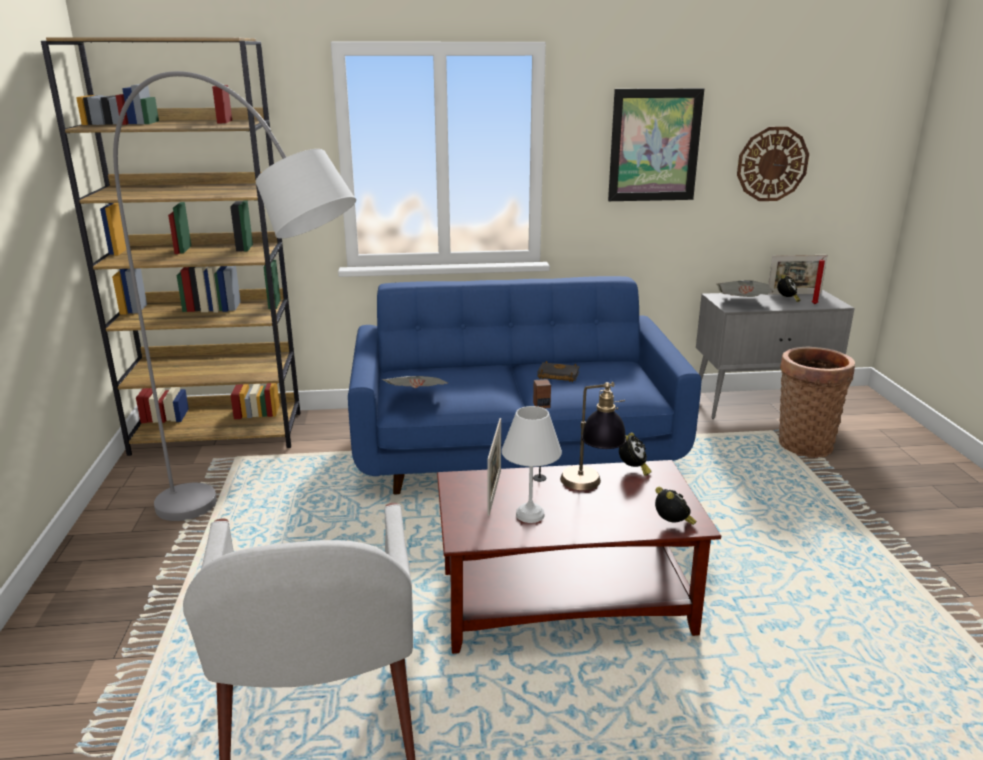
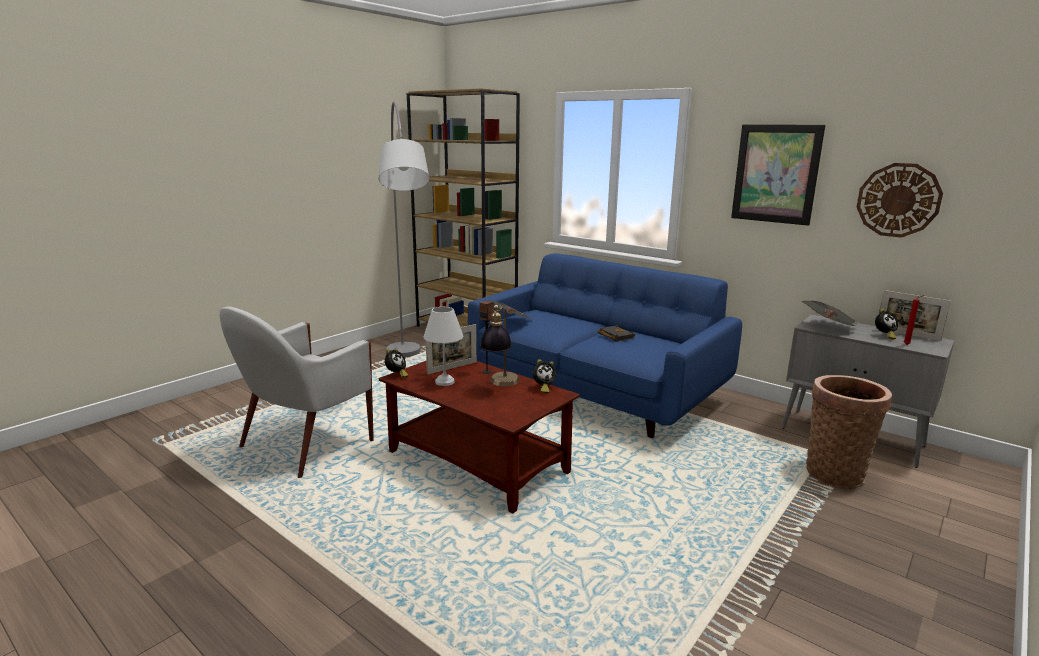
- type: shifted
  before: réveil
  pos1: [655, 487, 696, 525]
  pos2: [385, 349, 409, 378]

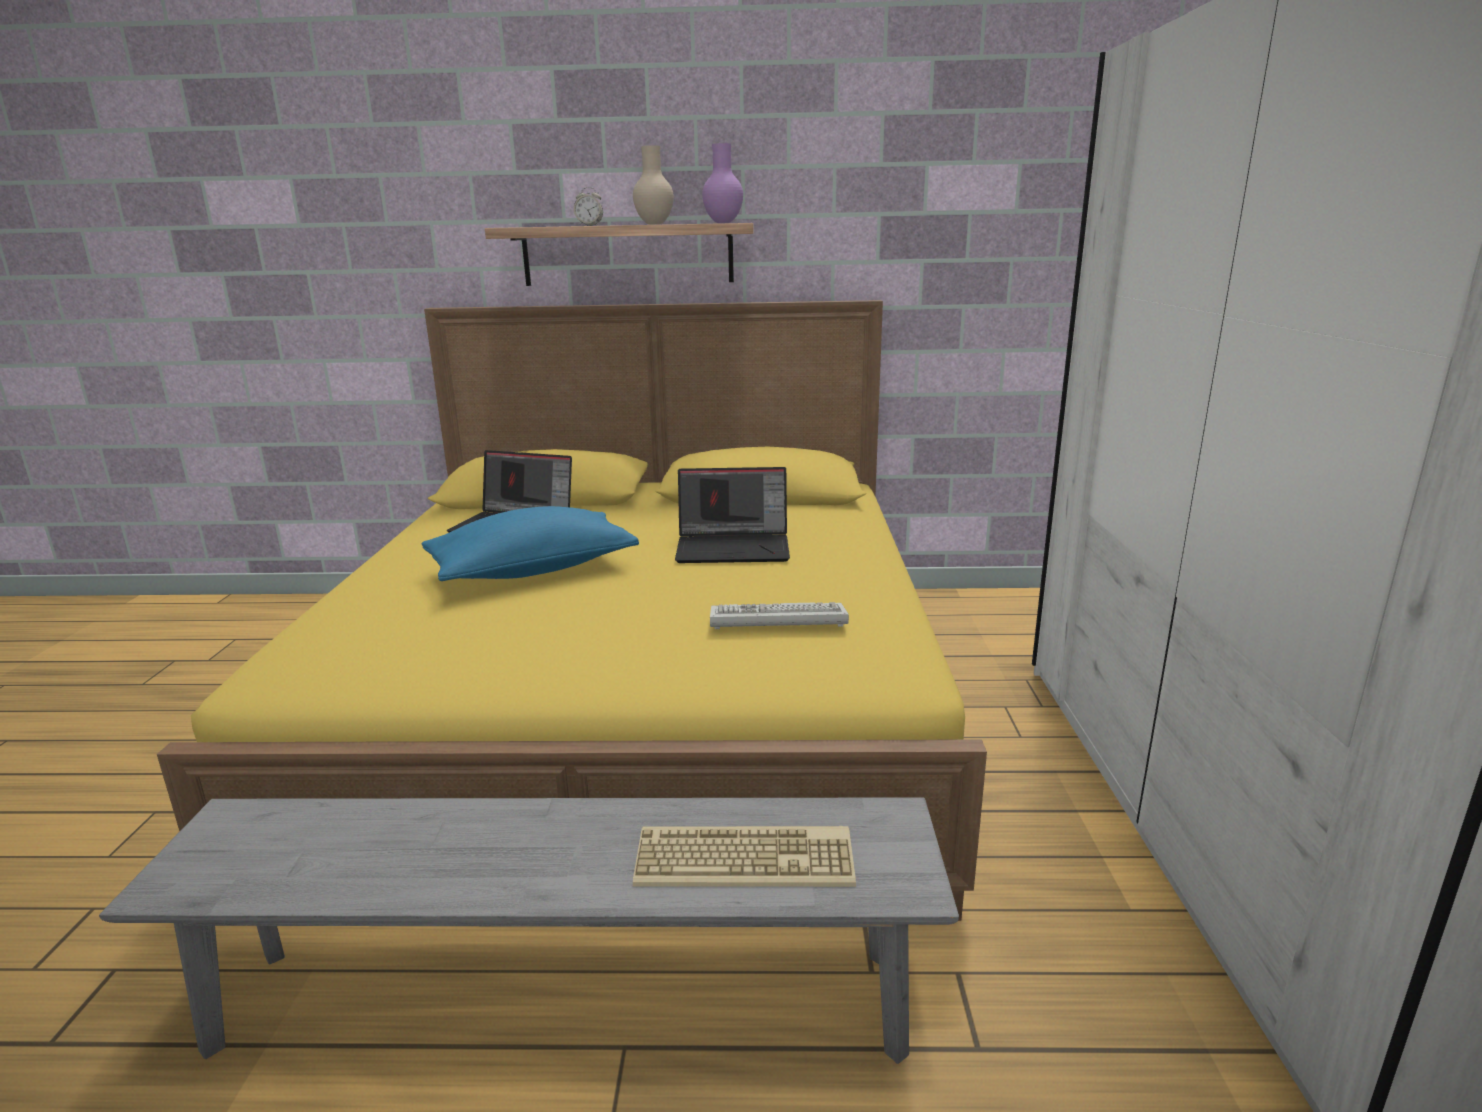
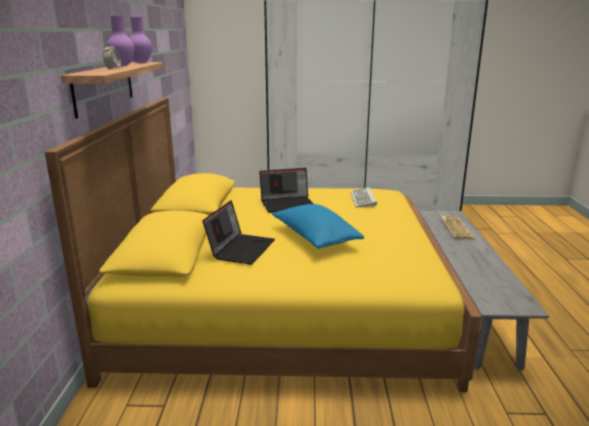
- type: repainted
  before: vase (beige)
  after: vase (violet)
  pos1: [633, 145, 674, 225]
  pos2: [107, 16, 135, 66]
- type: rotated
  before: ordinateur portable
  pos1: [675, 467, 790, 563]
  pos2: [259, 168, 313, 213]
  turn: 75

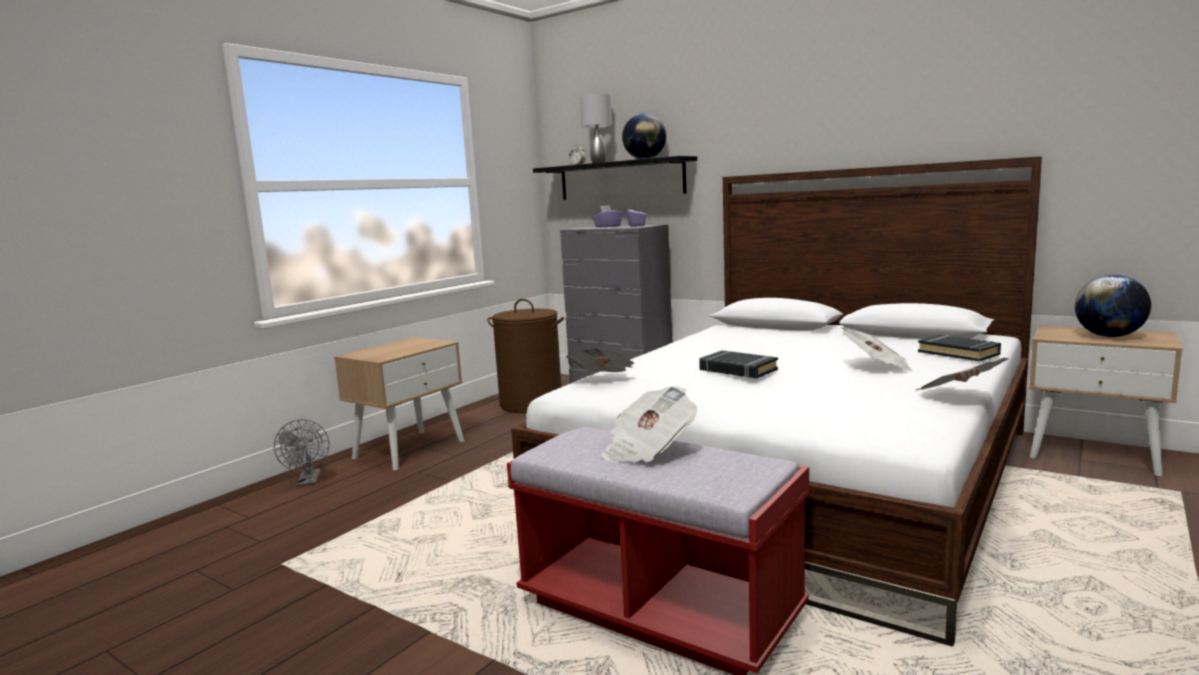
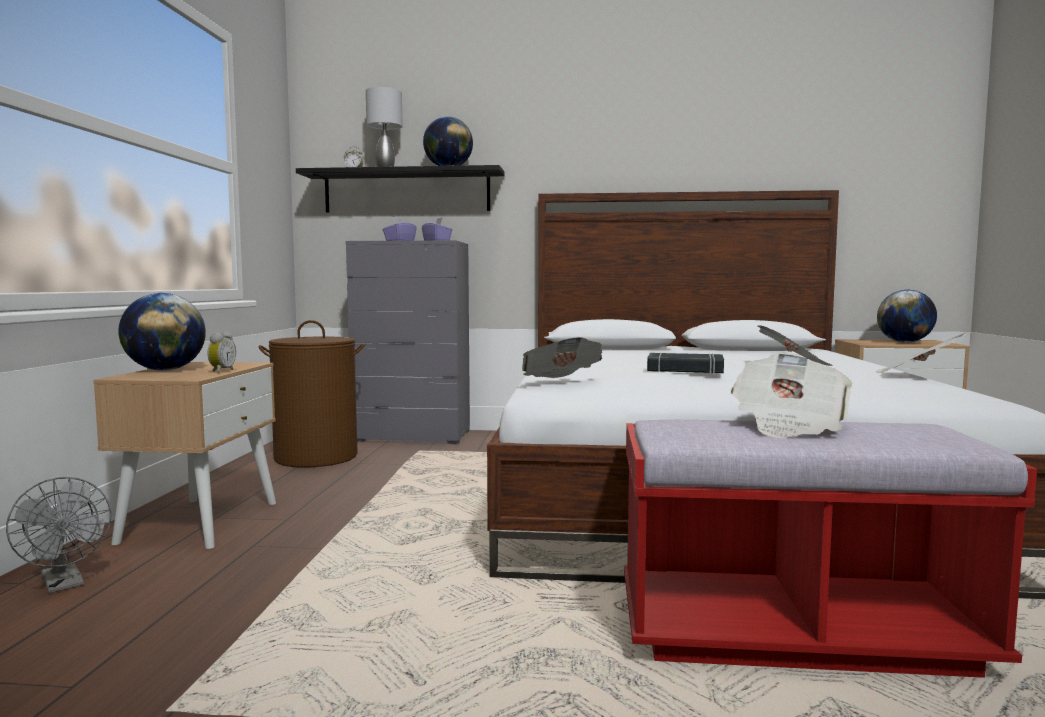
- type: gone
  before: livre (noir)
  pos1: [918, 335, 1001, 362]
- type: new
  after: globe
  pos2: [119, 293, 206, 371]
- type: new
  after: réveil
  pos2: [207, 332, 236, 373]

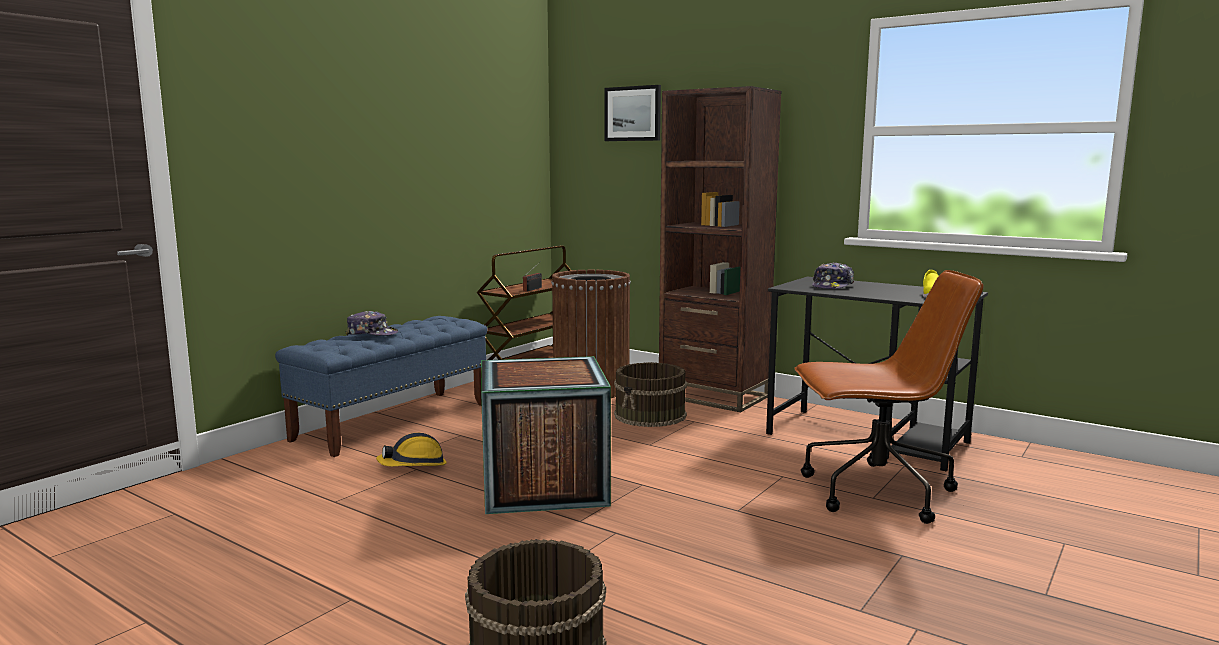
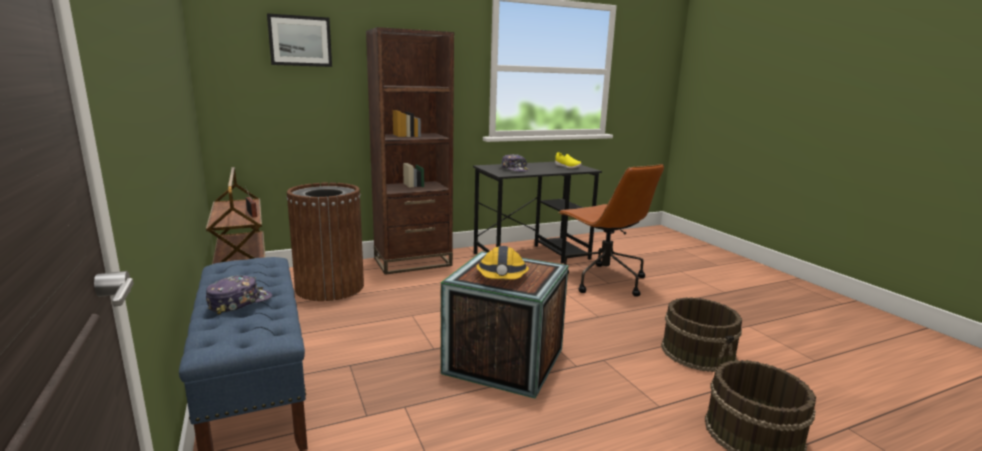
- type: rotated
  before: chaise de bureau (marron)
  pos1: [794, 270, 984, 524]
  pos2: [558, 164, 664, 297]
  turn: 120
- type: shifted
  before: seau (marron)
  pos1: [614, 362, 687, 427]
  pos2: [661, 297, 742, 372]
- type: shifted
  before: casque de chantier
  pos1: [376, 433, 446, 467]
  pos2: [476, 246, 529, 280]

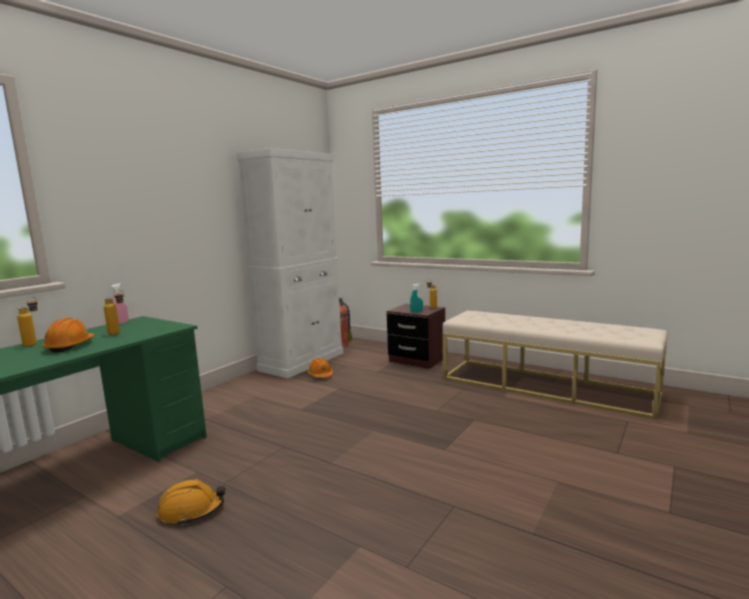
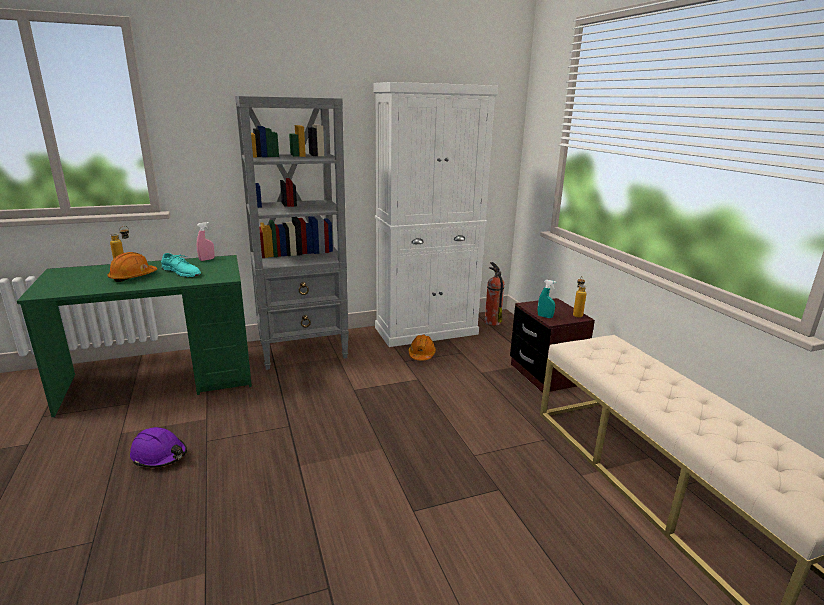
- type: swapped
  before: bouteille
  after: chaussure (turquoise)
  pos1: [104, 289, 124, 335]
  pos2: [161, 253, 201, 277]
- type: repainted
  before: casque de chantier (orange)
  after: casque de chantier (violet)
  pos1: [157, 479, 225, 526]
  pos2: [130, 427, 187, 468]
- type: new
  after: bibliothèque (gris)
  pos2: [235, 96, 349, 370]

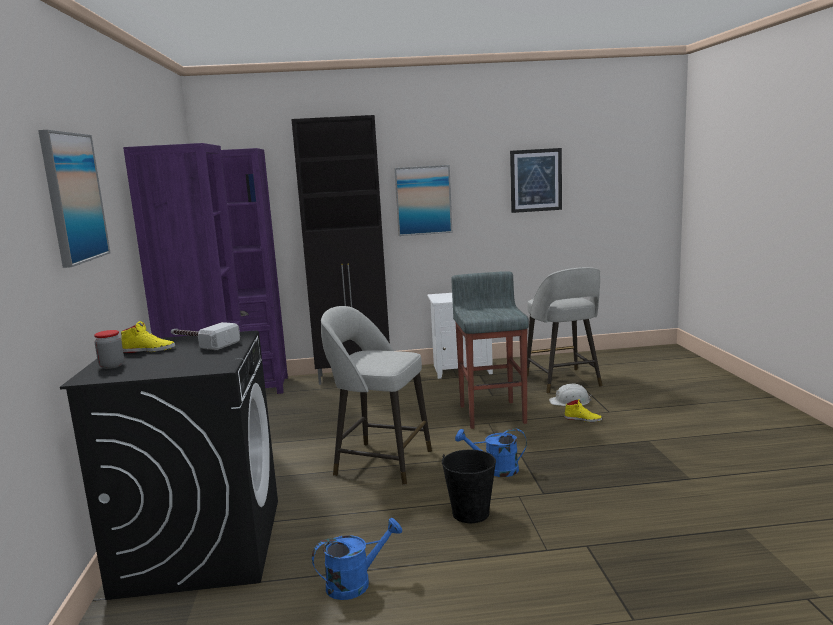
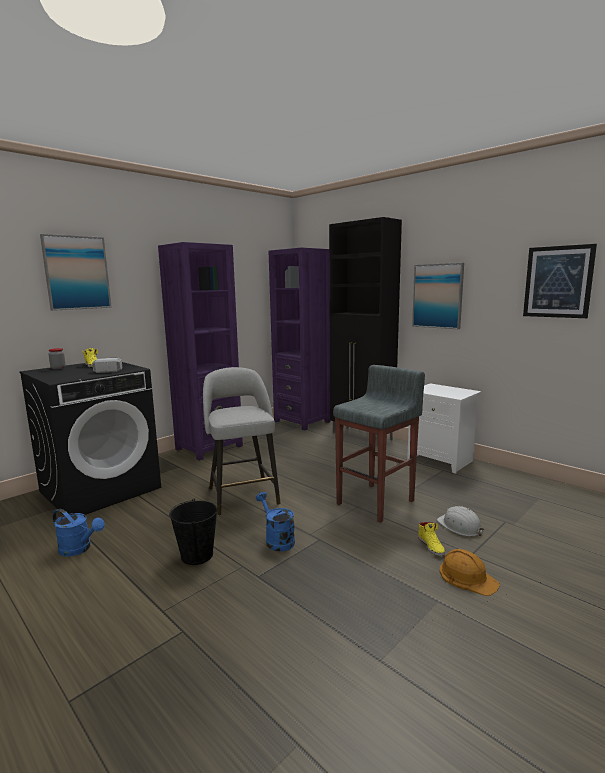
- type: gone
  before: tabouret (gris)
  pos1: [527, 267, 603, 394]
- type: new
  after: casque de chantier (orange)
  pos2: [439, 549, 500, 596]

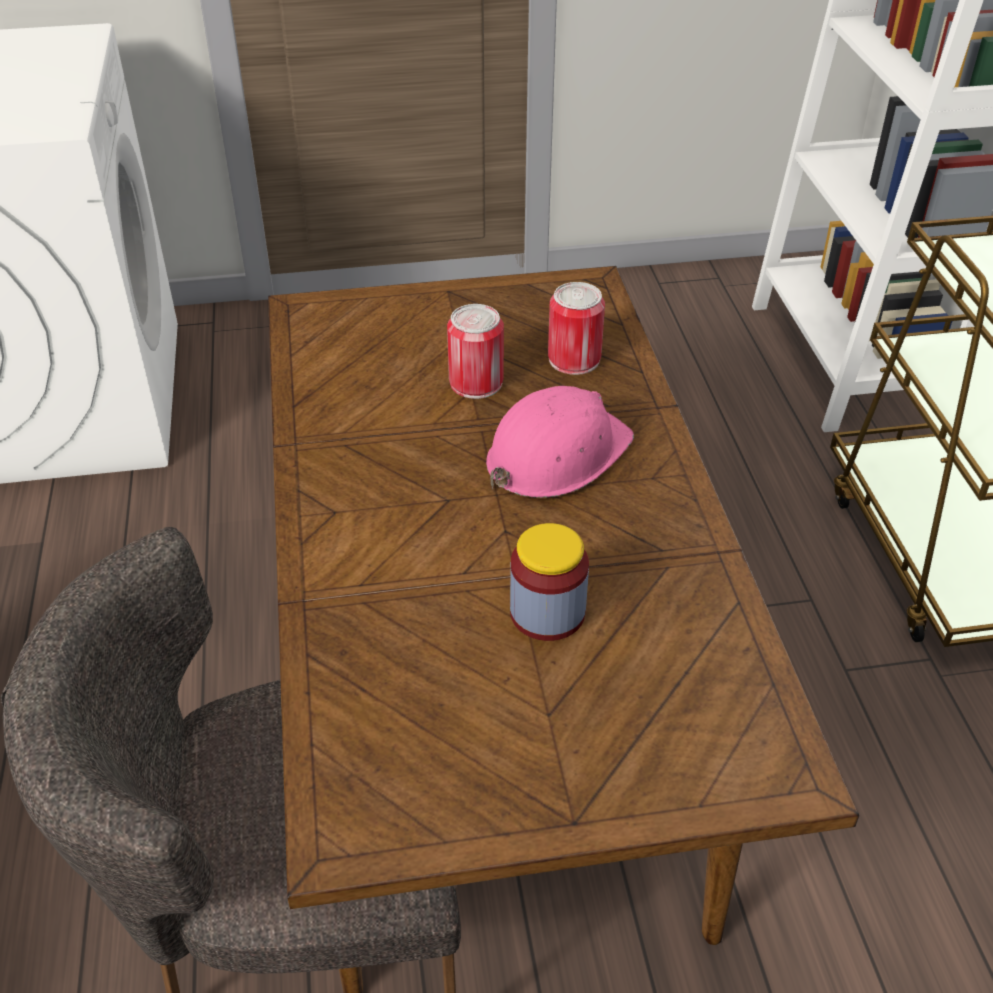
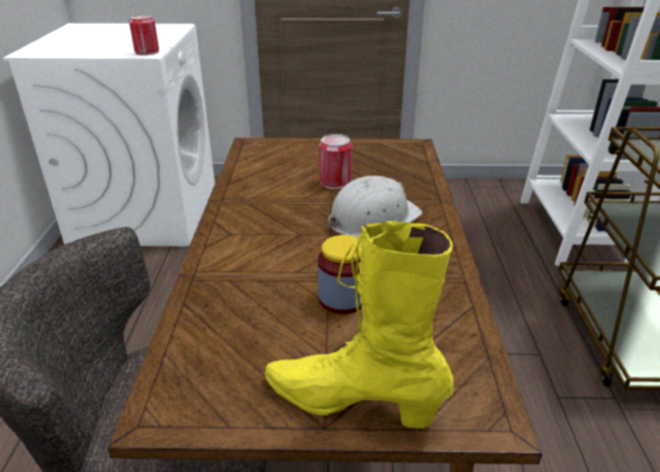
- type: shifted
  before: boîte métallique
  pos1: [548, 282, 605, 375]
  pos2: [129, 14, 159, 56]
- type: repainted
  before: casque de chantier (rose)
  after: casque de chantier (blanc)
  pos1: [486, 386, 634, 498]
  pos2: [327, 176, 422, 237]
- type: new
  after: botte (jaune)
  pos2: [265, 221, 454, 428]

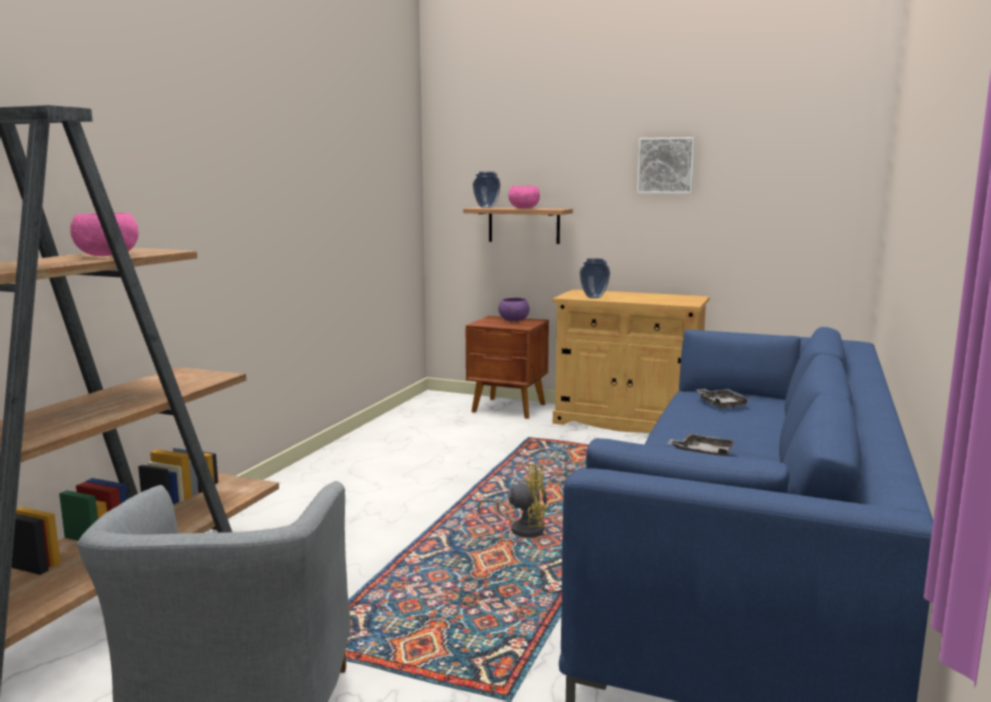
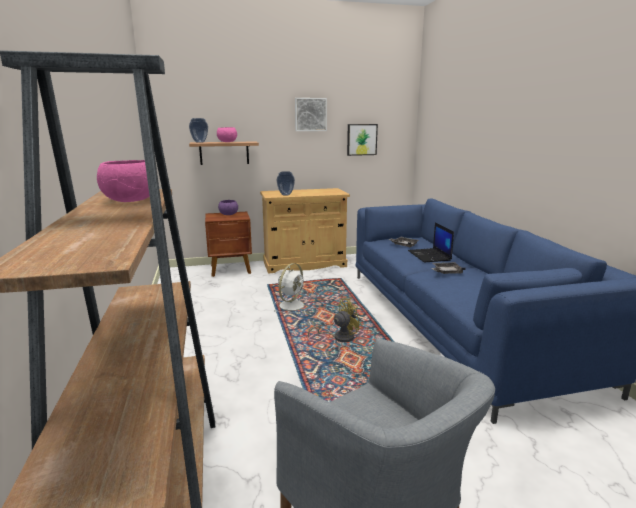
- type: new
  after: tableau
  pos2: [347, 124, 378, 156]
- type: new
  after: ordinateur portable
  pos2: [408, 223, 454, 262]
- type: new
  after: ventilateur (blanc)
  pos2: [273, 263, 307, 313]

